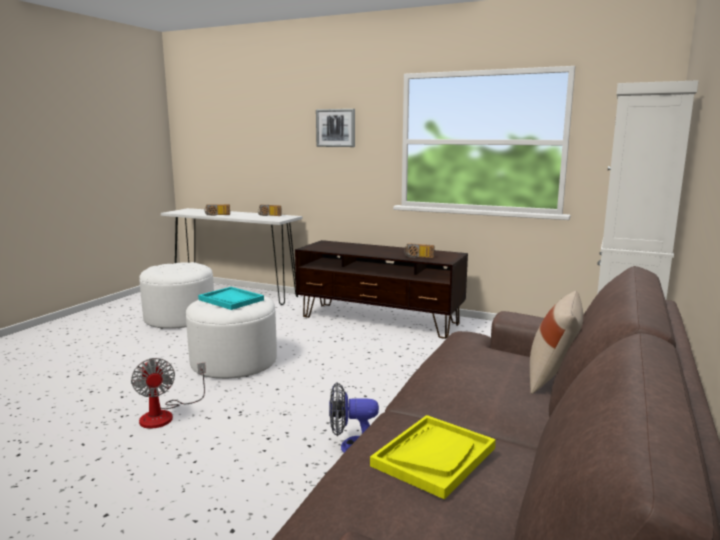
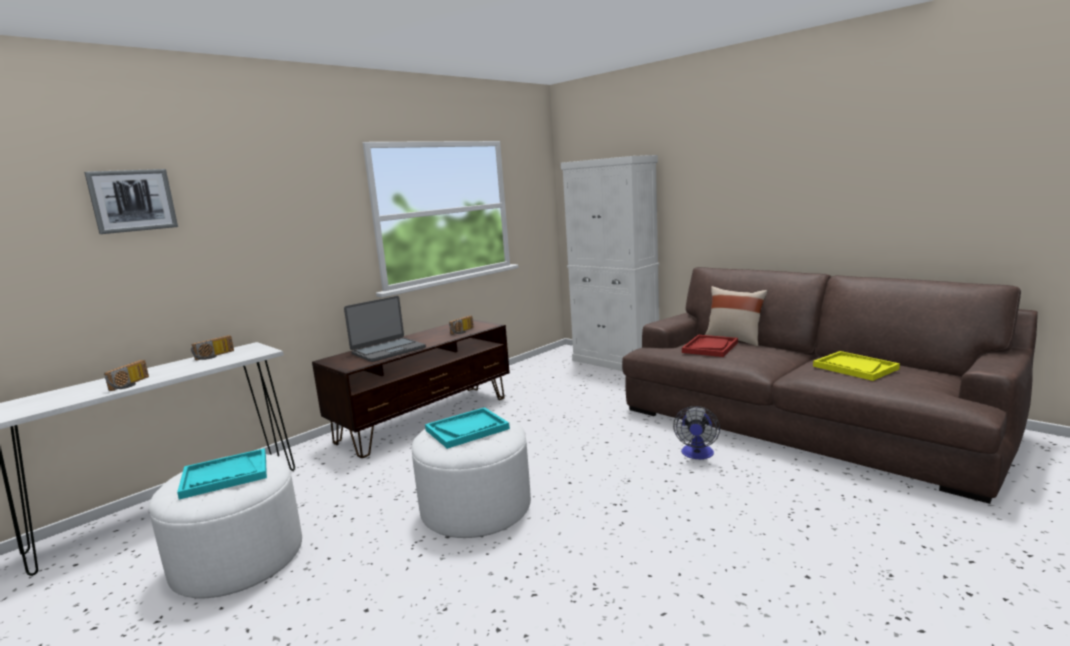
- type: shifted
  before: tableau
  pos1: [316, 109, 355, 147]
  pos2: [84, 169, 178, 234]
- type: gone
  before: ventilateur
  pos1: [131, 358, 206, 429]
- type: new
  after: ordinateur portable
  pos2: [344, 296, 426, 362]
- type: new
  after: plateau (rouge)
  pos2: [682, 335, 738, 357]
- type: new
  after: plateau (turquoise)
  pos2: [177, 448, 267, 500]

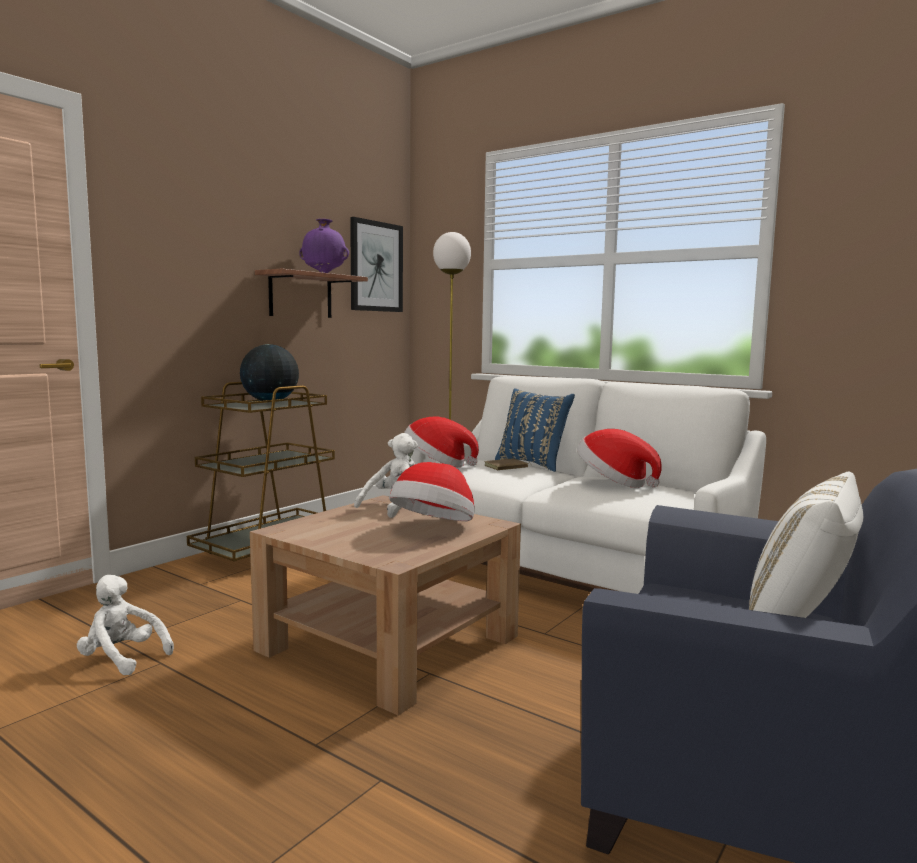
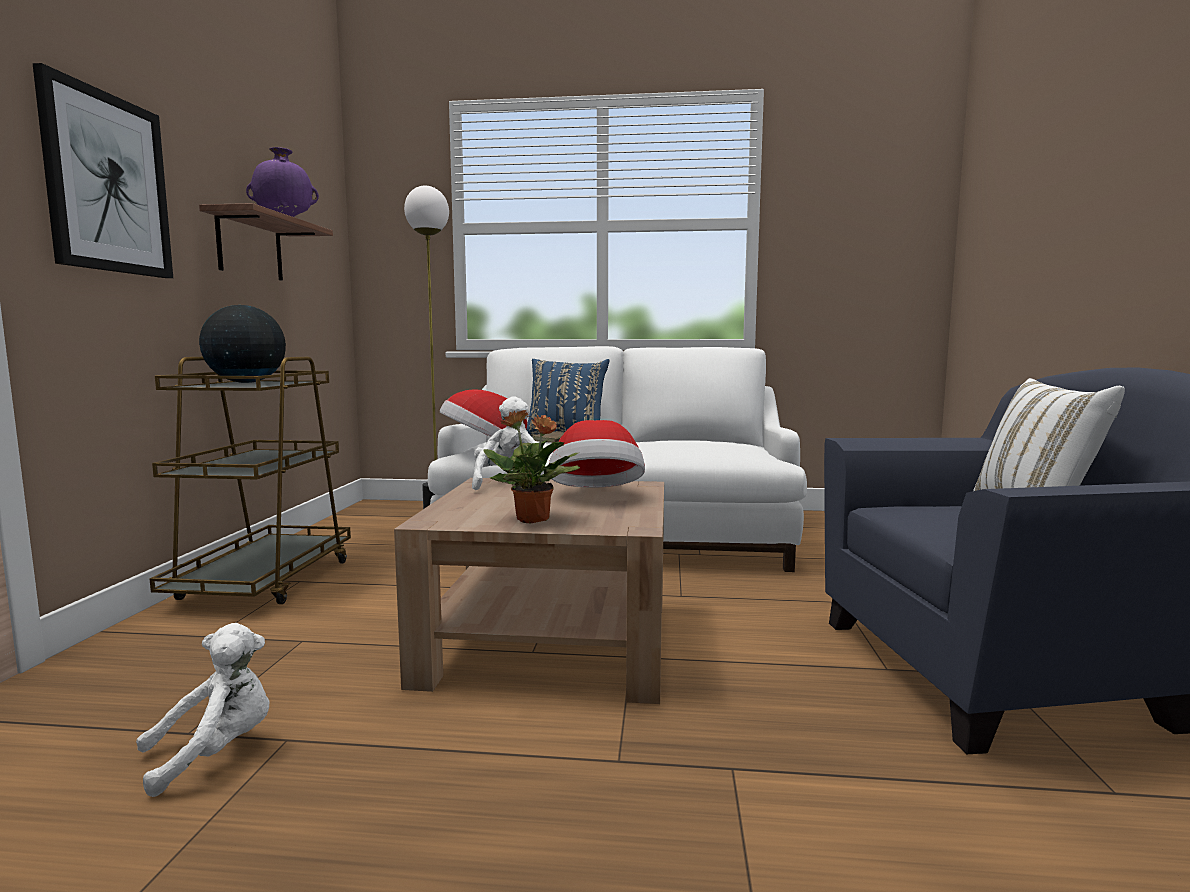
- type: shifted
  before: tableau
  pos1: [350, 217, 403, 312]
  pos2: [32, 63, 173, 278]
- type: gone
  before: chapeau
  pos1: [577, 429, 662, 488]
- type: rotated
  before: peluche (blanc)
  pos1: [77, 575, 174, 675]
  pos2: [136, 623, 270, 797]
  turn: 150
- type: new
  after: plante en pot
  pos2: [483, 410, 580, 523]

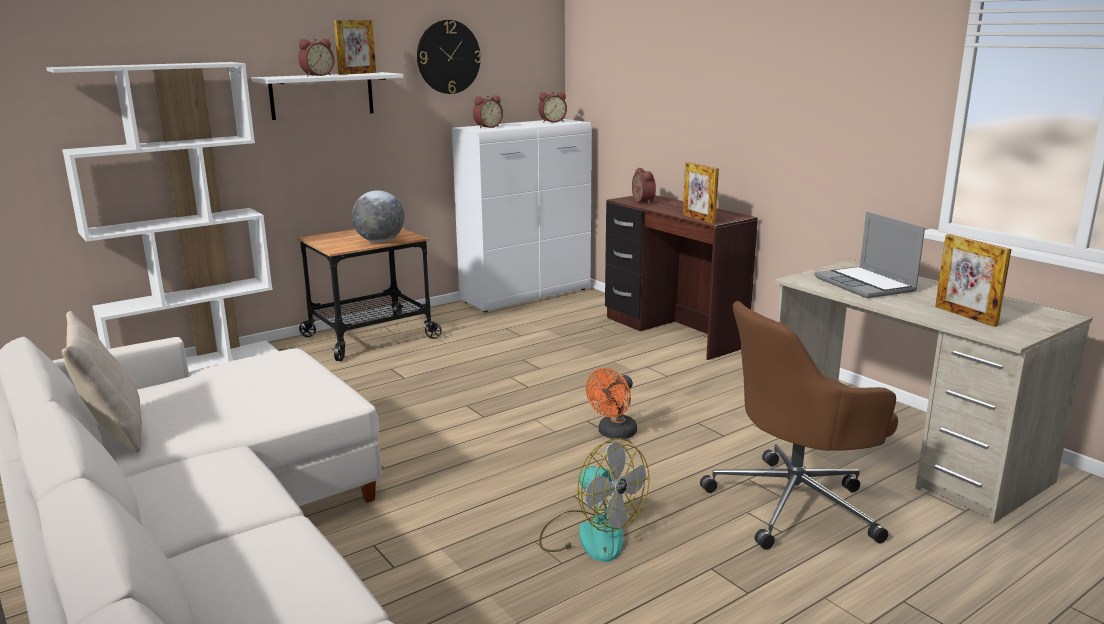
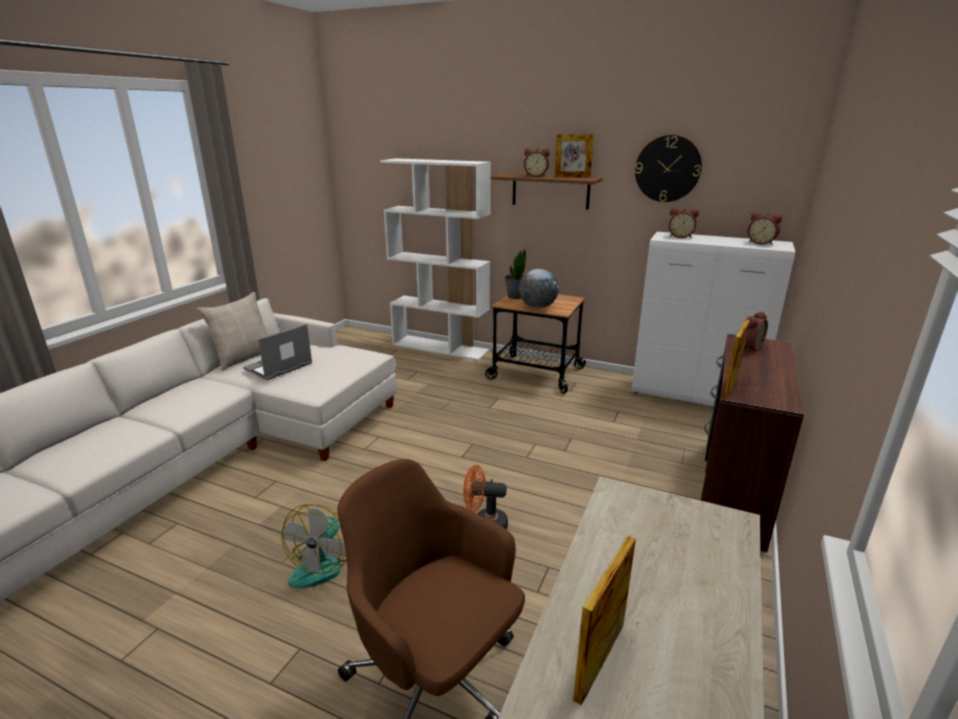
- type: repainted
  before: étagère (blanc)
  after: étagère (marron)
  pos1: [251, 72, 403, 120]
  pos2: [490, 173, 603, 209]
- type: shifted
  before: ordinateur portable
  pos1: [814, 212, 925, 298]
  pos2: [243, 324, 312, 380]
- type: new
  after: plante en pot
  pos2: [505, 249, 526, 299]

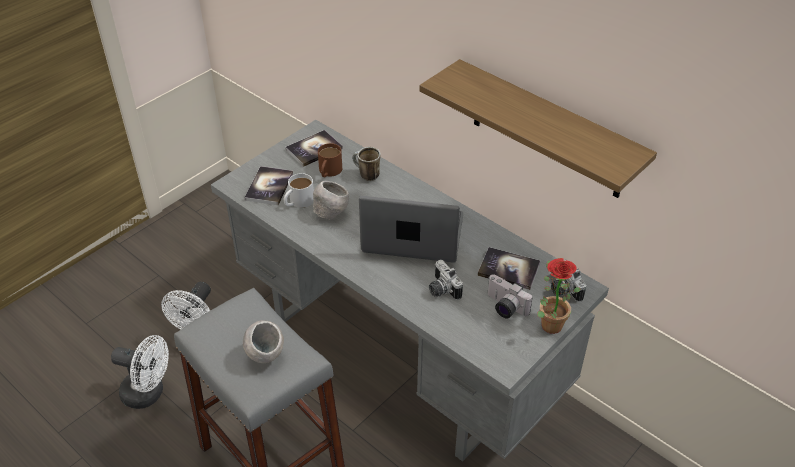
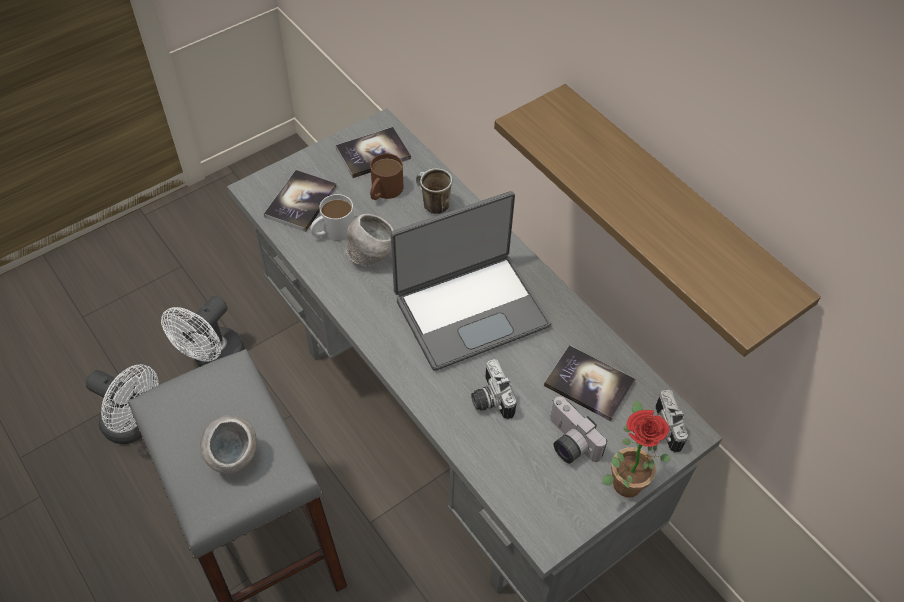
- type: rotated
  before: ordinateur portable
  pos1: [359, 196, 463, 263]
  pos2: [391, 191, 551, 371]
  turn: 135

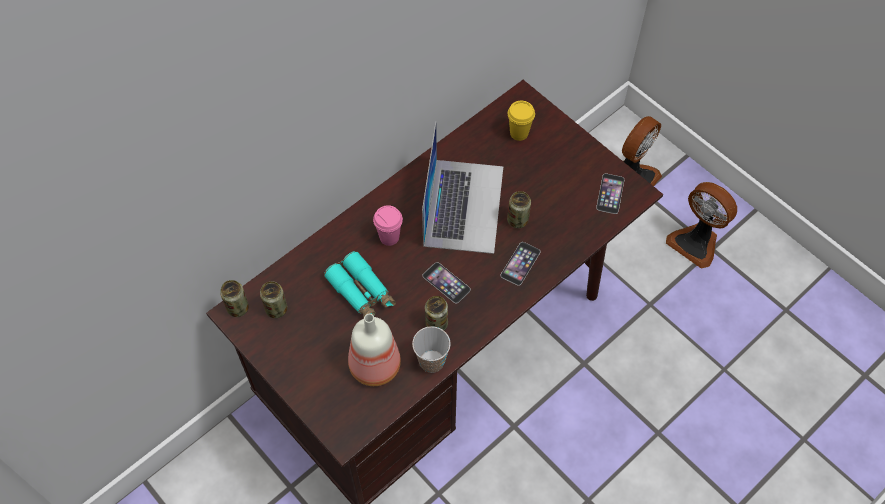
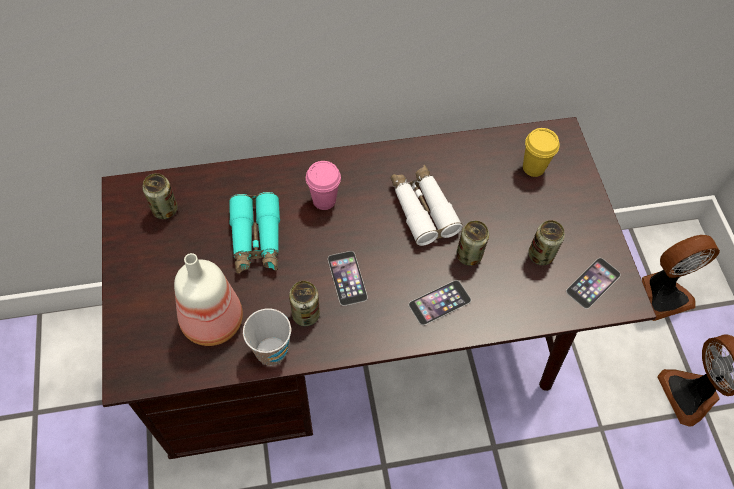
- type: swapped
  before: ordinateur portable
  after: jumelles (blanc)
  pos1: [422, 122, 503, 254]
  pos2: [391, 165, 463, 246]
- type: shifted
  before: boîte métallique
  pos1: [220, 280, 249, 317]
  pos2: [528, 220, 565, 265]

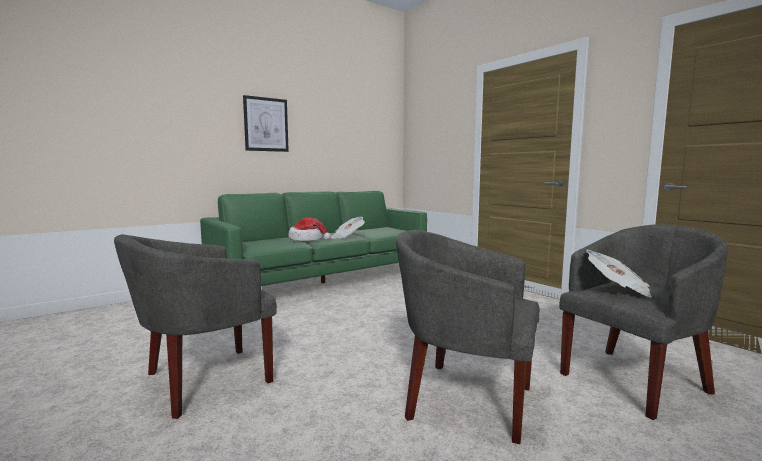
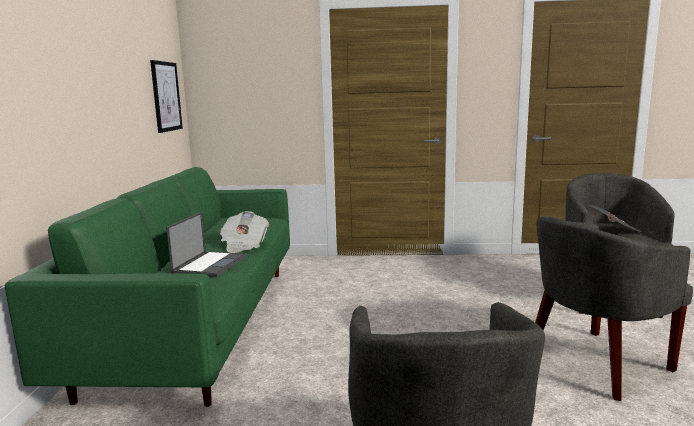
- type: shifted
  before: tableau
  pos1: [243, 95, 289, 152]
  pos2: [150, 60, 183, 133]
- type: swapped
  before: chapeau
  after: ordinateur portable
  pos1: [288, 218, 331, 241]
  pos2: [166, 212, 247, 277]

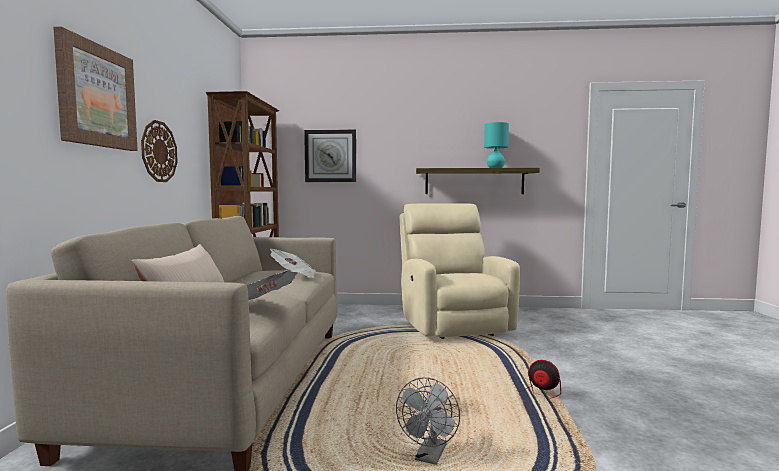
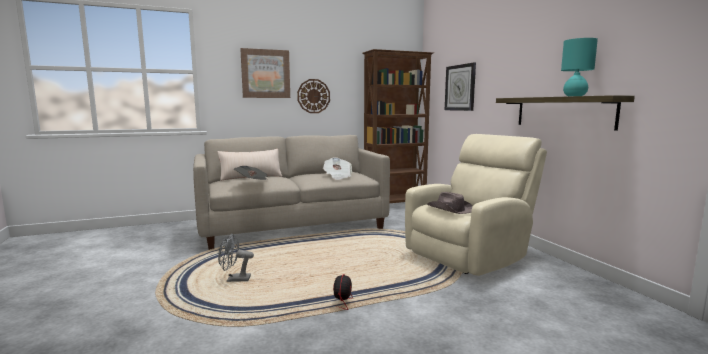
- type: new
  after: chapeau (marron)
  pos2: [427, 192, 473, 214]

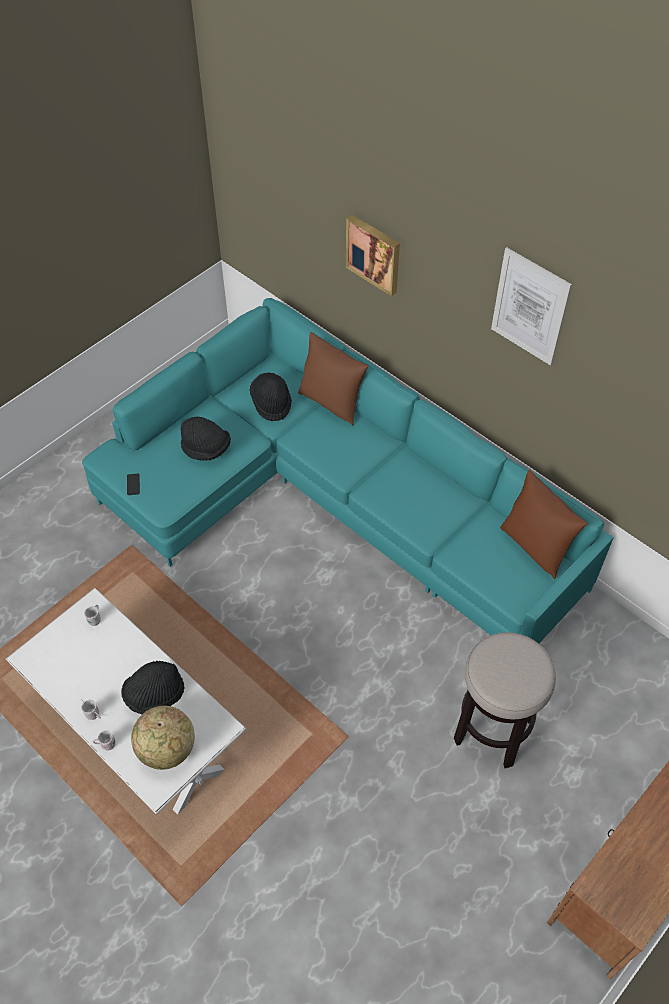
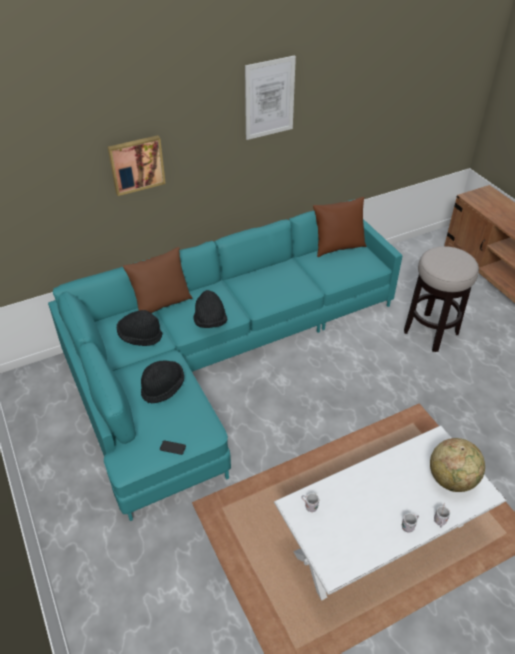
- type: shifted
  before: chapeau (noir)
  pos1: [121, 661, 184, 714]
  pos2: [194, 290, 227, 328]

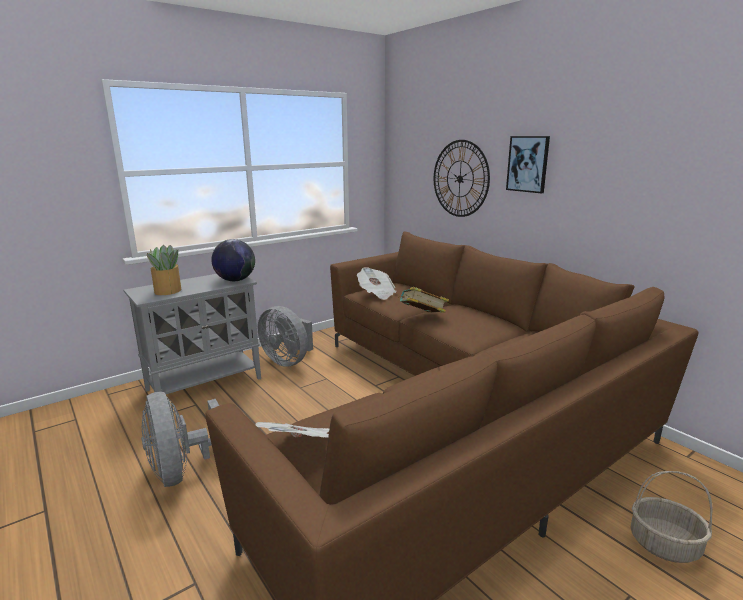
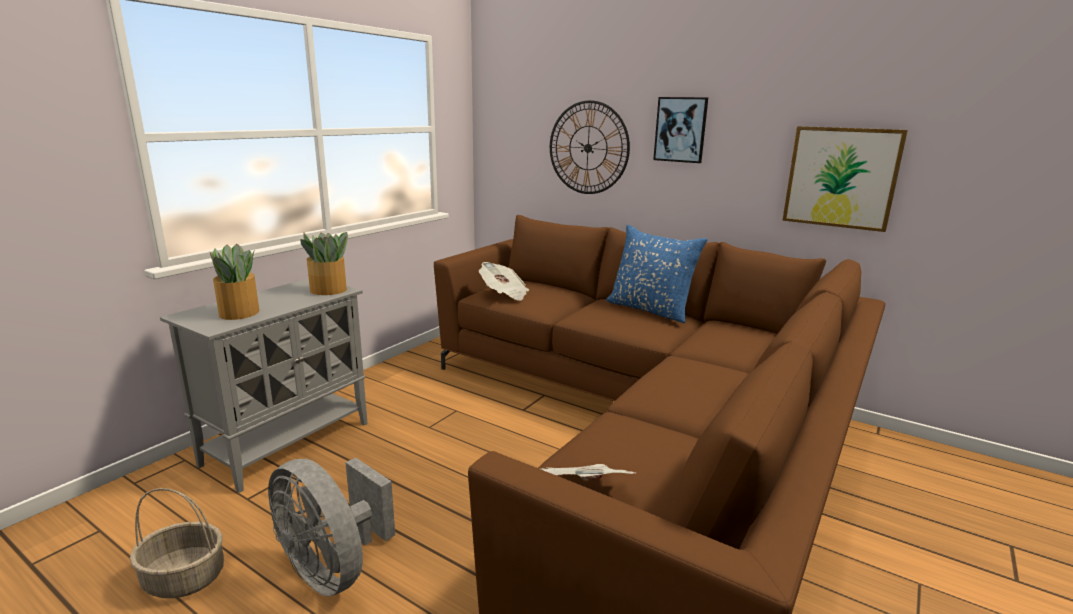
- type: swapped
  before: globe
  after: plante en pot
  pos1: [211, 239, 255, 281]
  pos2: [300, 232, 348, 295]
- type: gone
  before: livre
  pos1: [398, 287, 449, 313]
- type: gone
  before: ventilateur (gris)
  pos1: [258, 306, 313, 367]
- type: shifted
  before: panier
  pos1: [631, 471, 713, 563]
  pos2: [130, 488, 224, 598]
- type: new
  after: tableau
  pos2: [782, 126, 908, 232]
- type: new
  after: coussin (bleu)
  pos2: [606, 225, 707, 323]

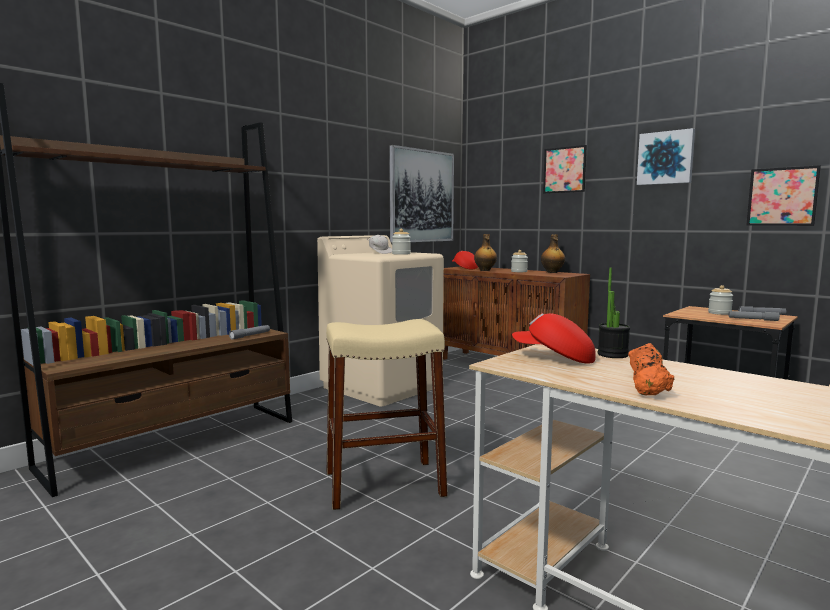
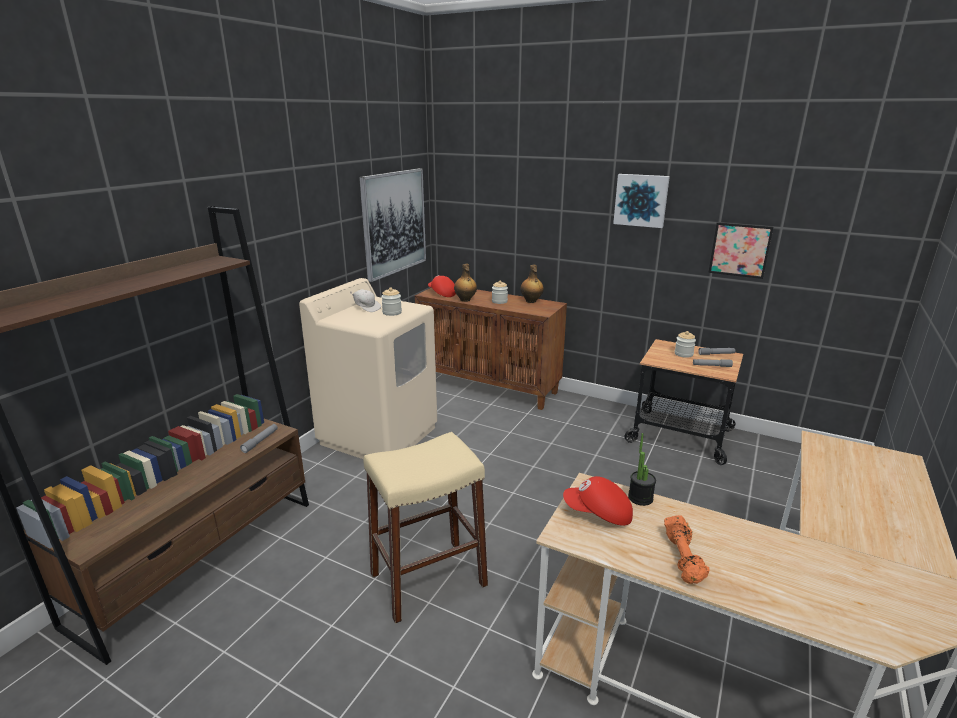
- type: gone
  before: tableau
  pos1: [543, 145, 587, 193]

